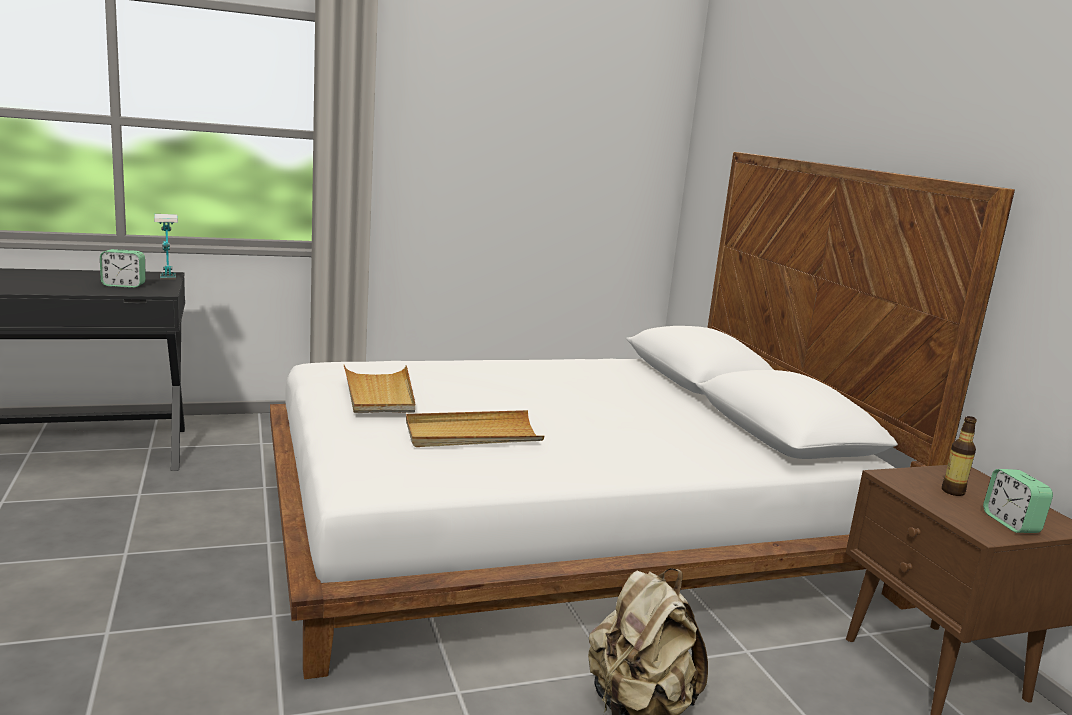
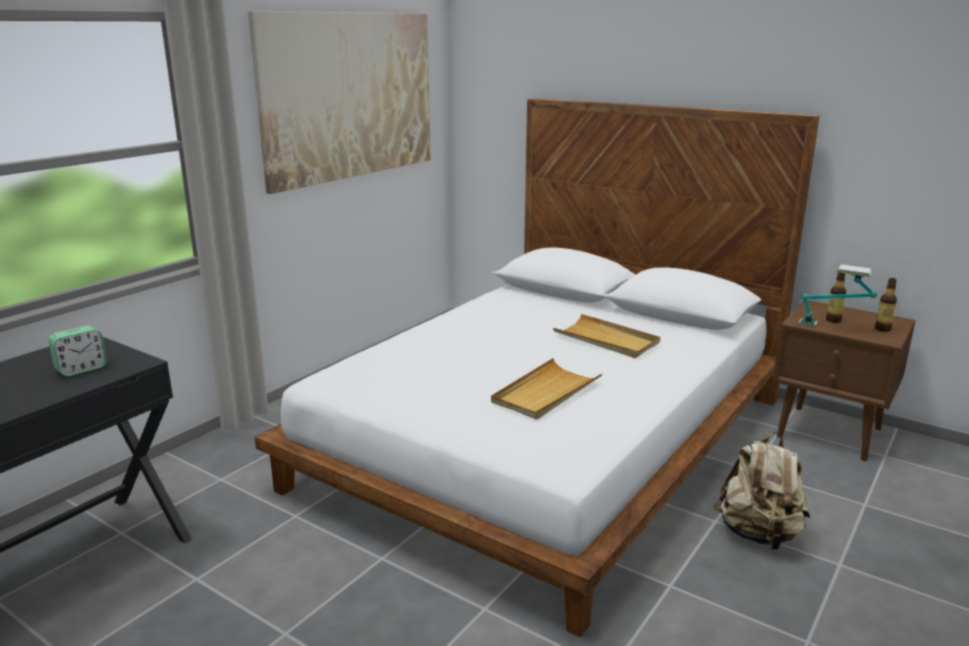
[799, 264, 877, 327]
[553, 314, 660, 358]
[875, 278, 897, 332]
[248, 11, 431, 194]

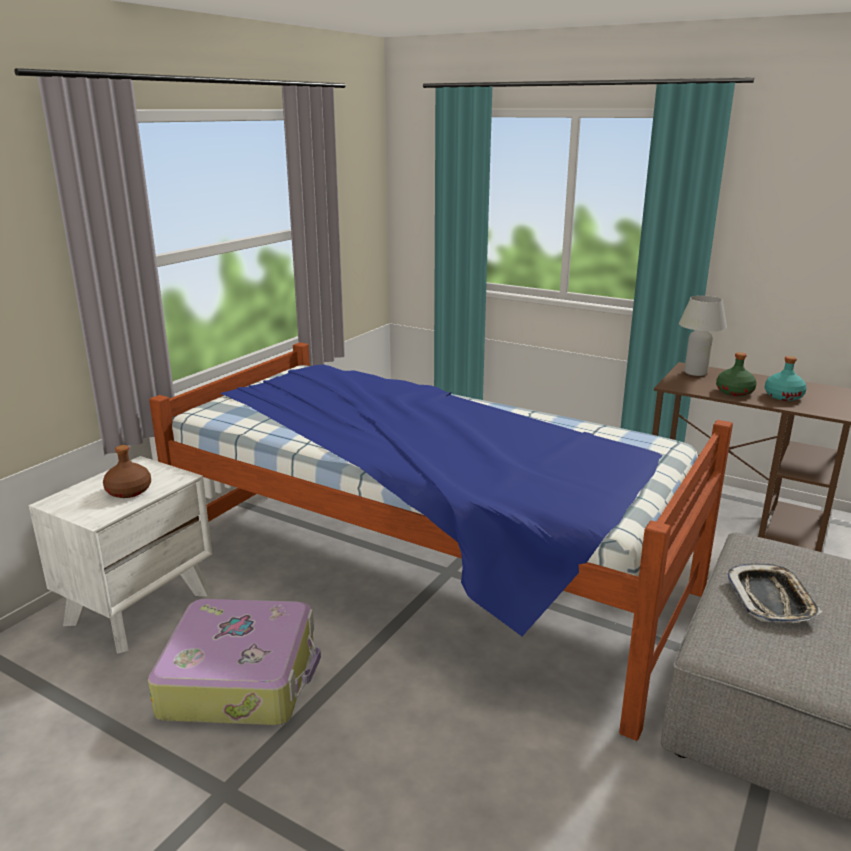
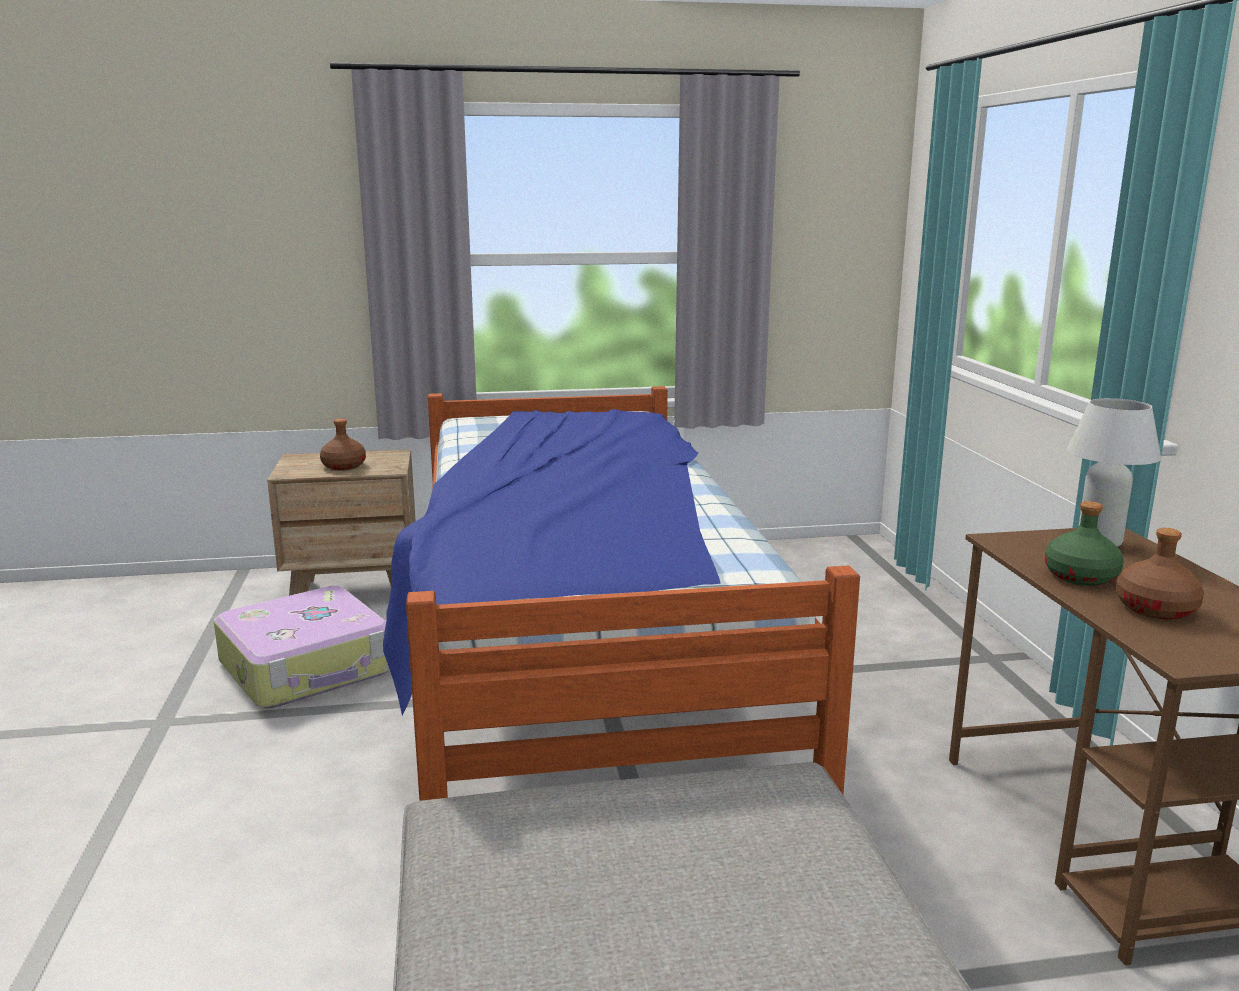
[267, 449, 416, 596]
[726, 563, 822, 623] (first image)
[1116, 528, 1204, 620]

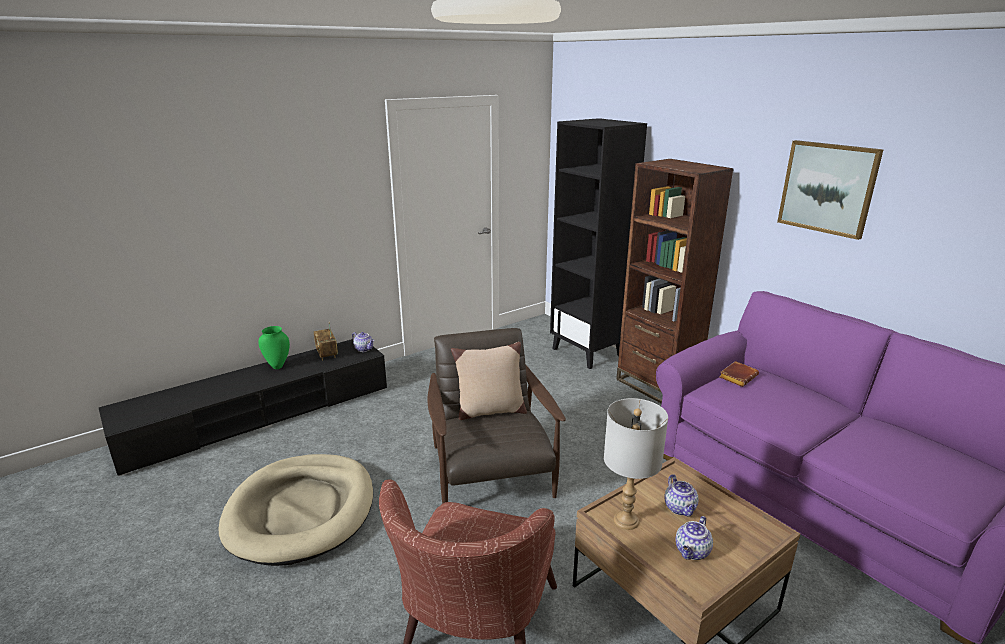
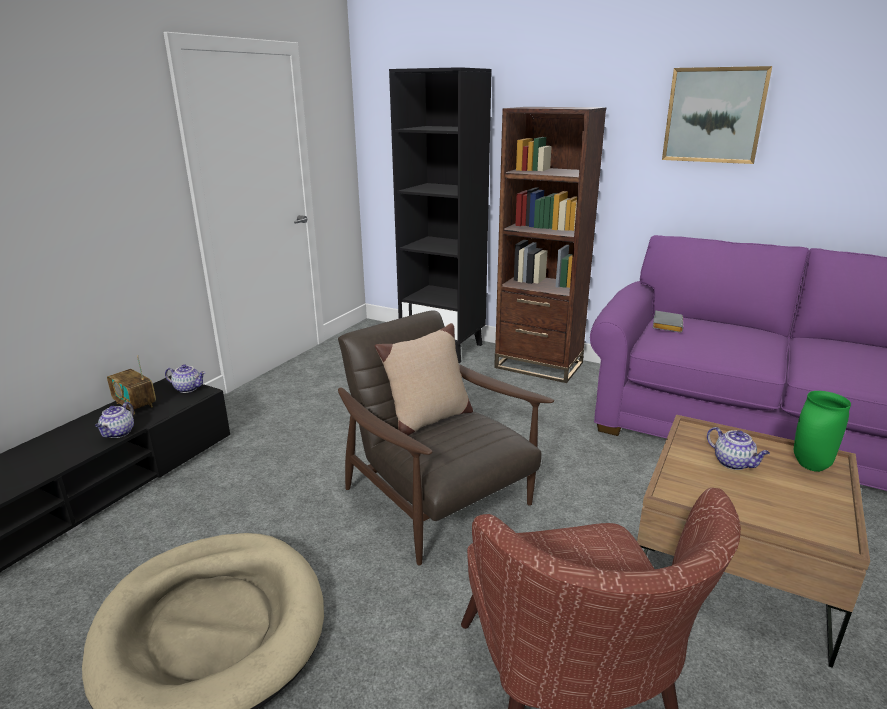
[794, 391, 851, 472]
[604, 398, 668, 530] (first image)
[95, 402, 134, 438]
[653, 310, 683, 333]

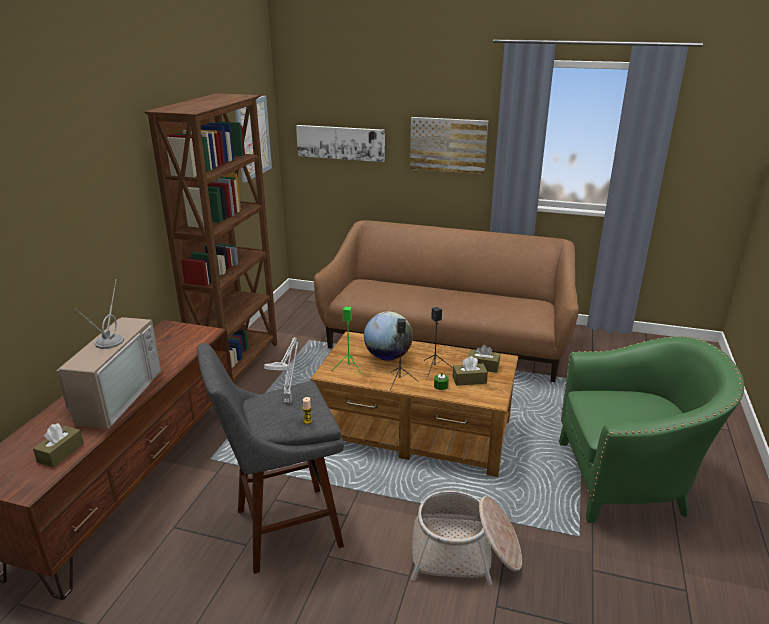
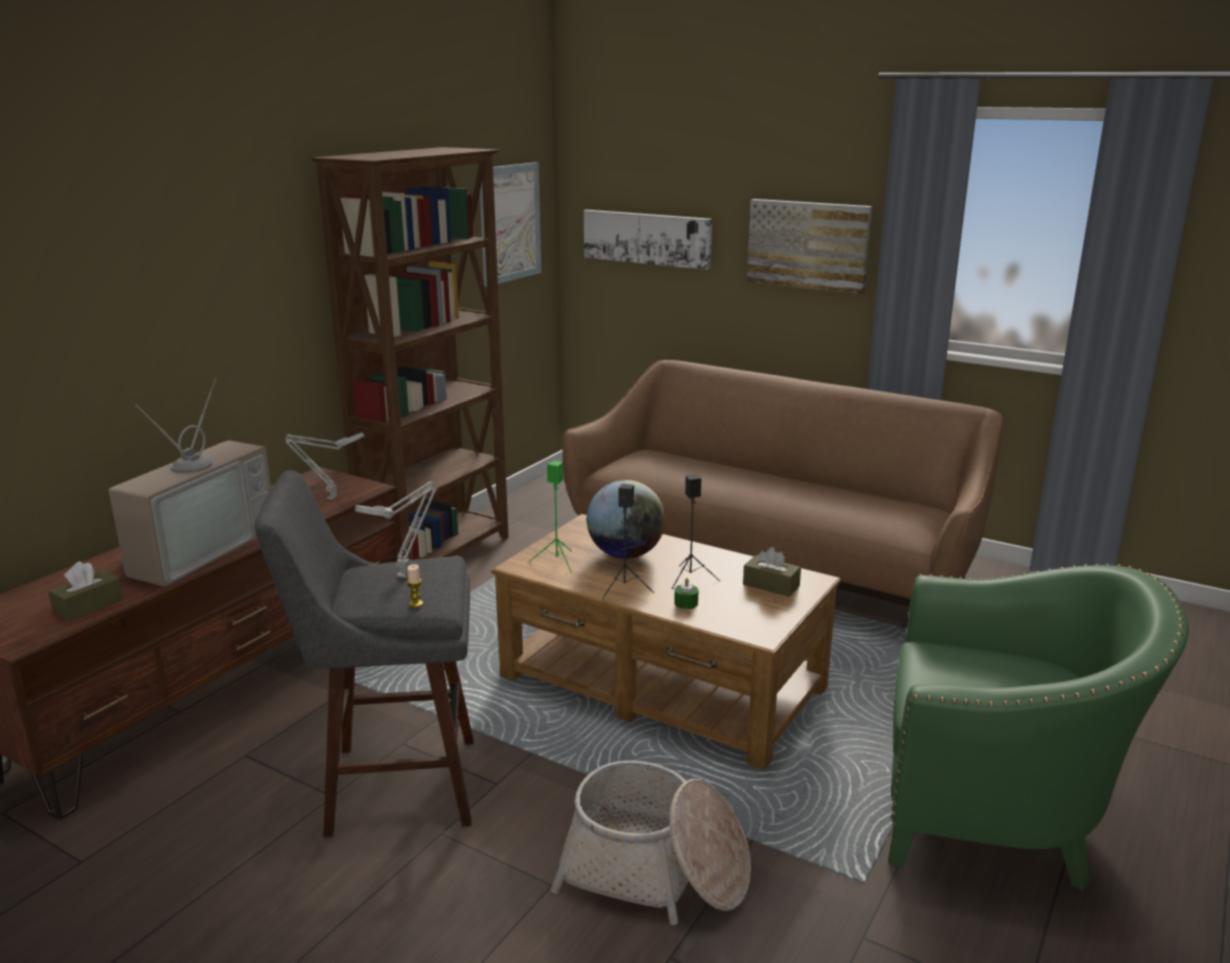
[453, 356, 488, 386] (first image)
[285, 432, 364, 500]

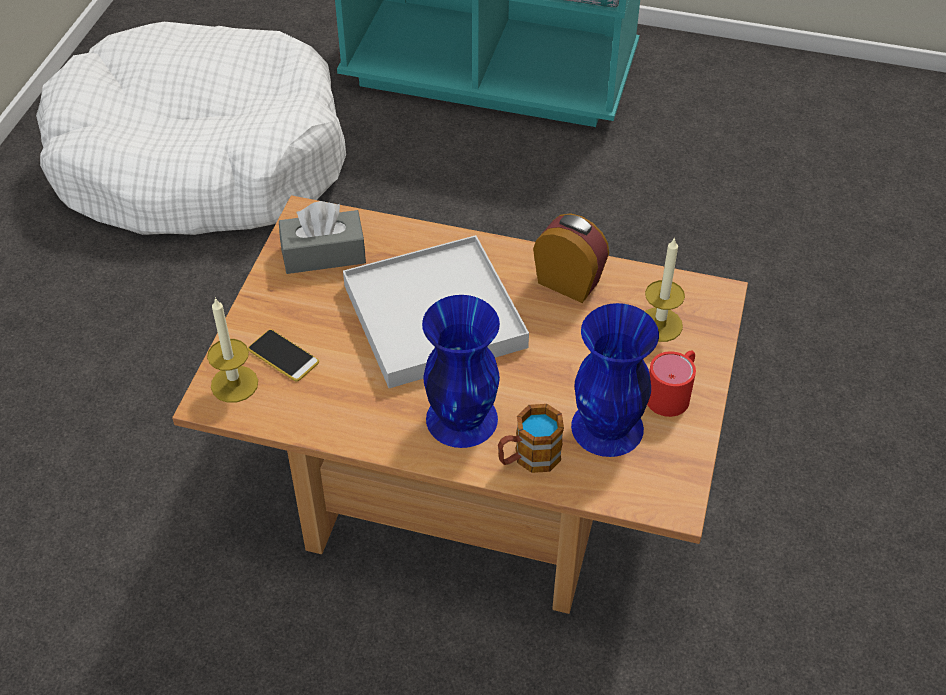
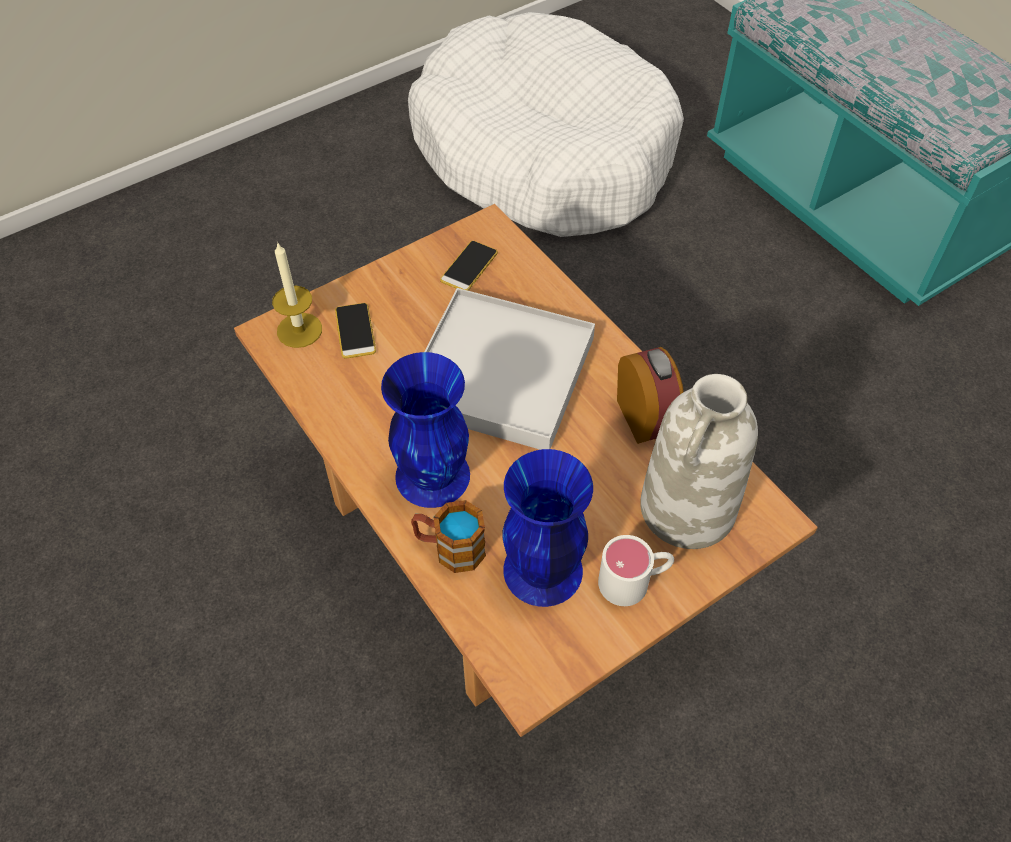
[440, 241, 498, 291]
[640, 374, 758, 549]
[598, 535, 674, 606]

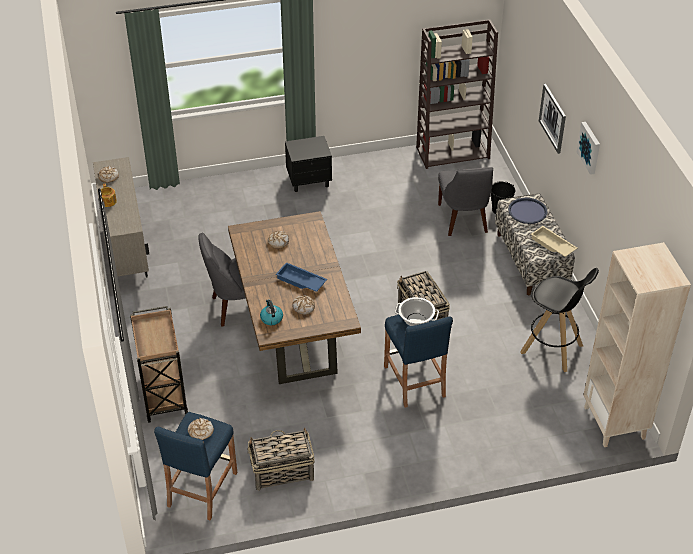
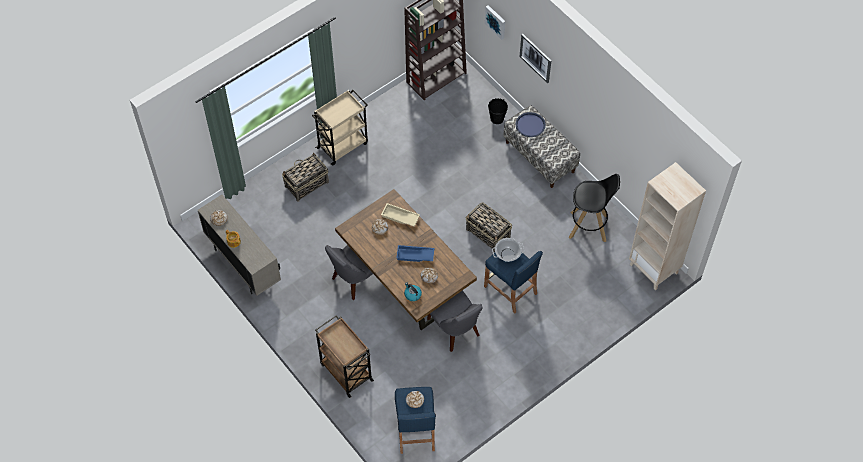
[282, 153, 329, 202]
[312, 90, 368, 166]
[427, 290, 482, 352]
[381, 203, 420, 226]
[485, 5, 505, 40]

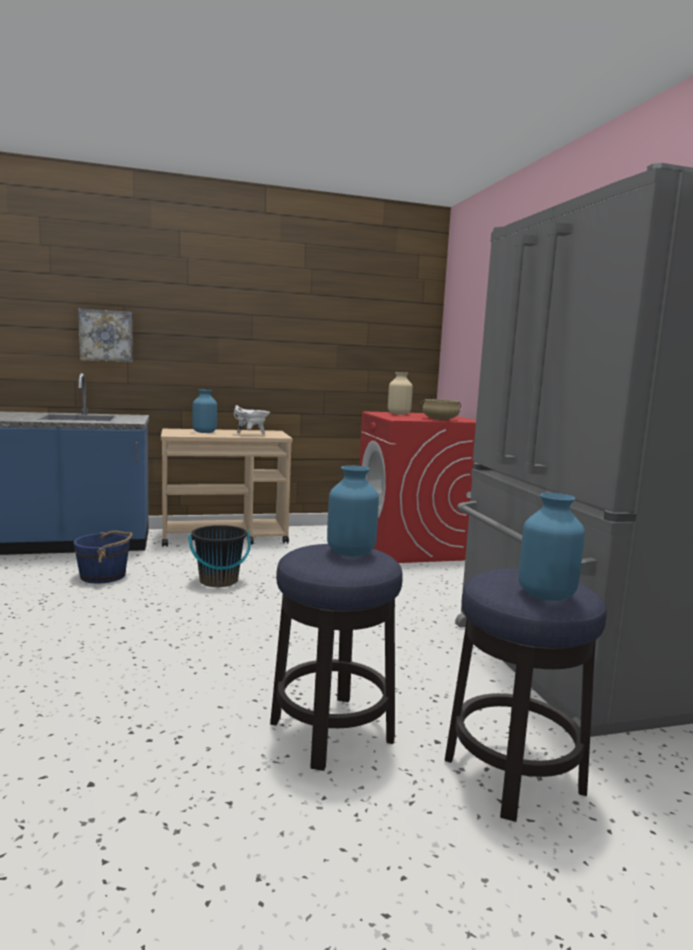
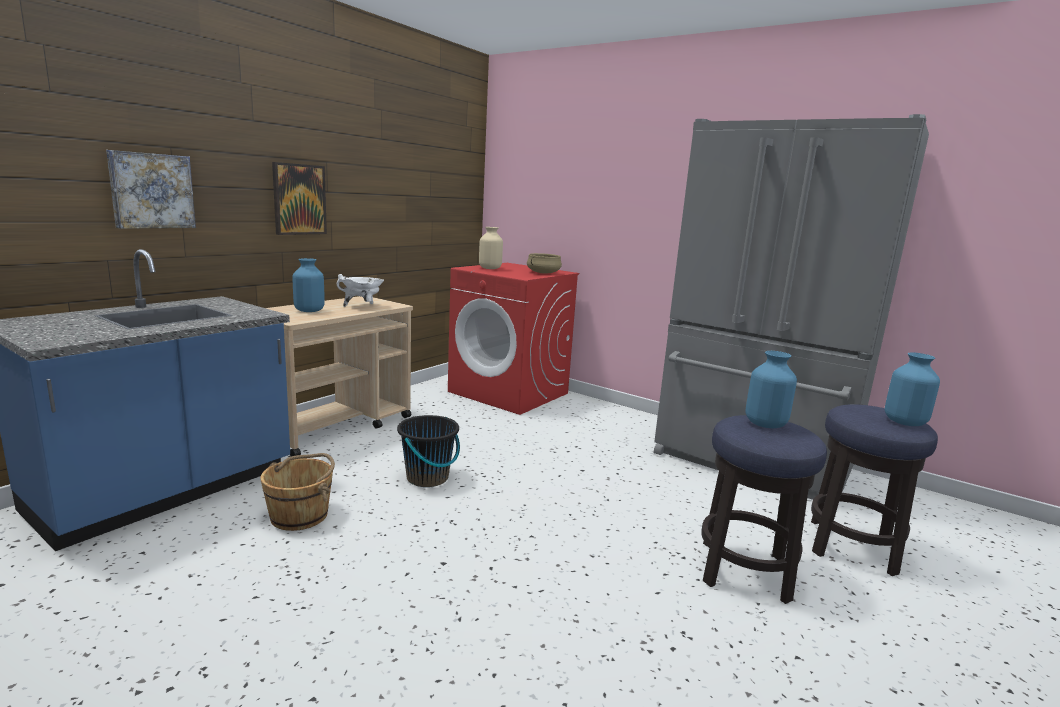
[260, 453, 335, 531]
[272, 162, 327, 235]

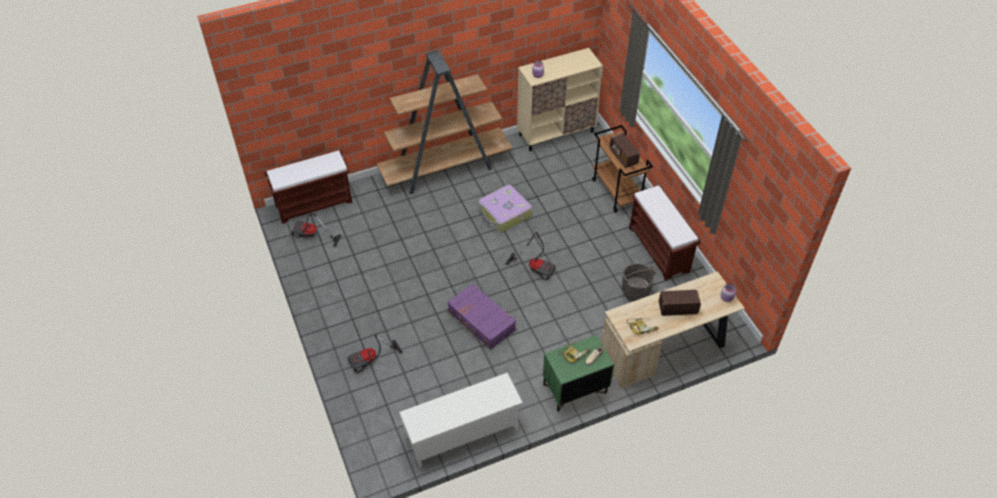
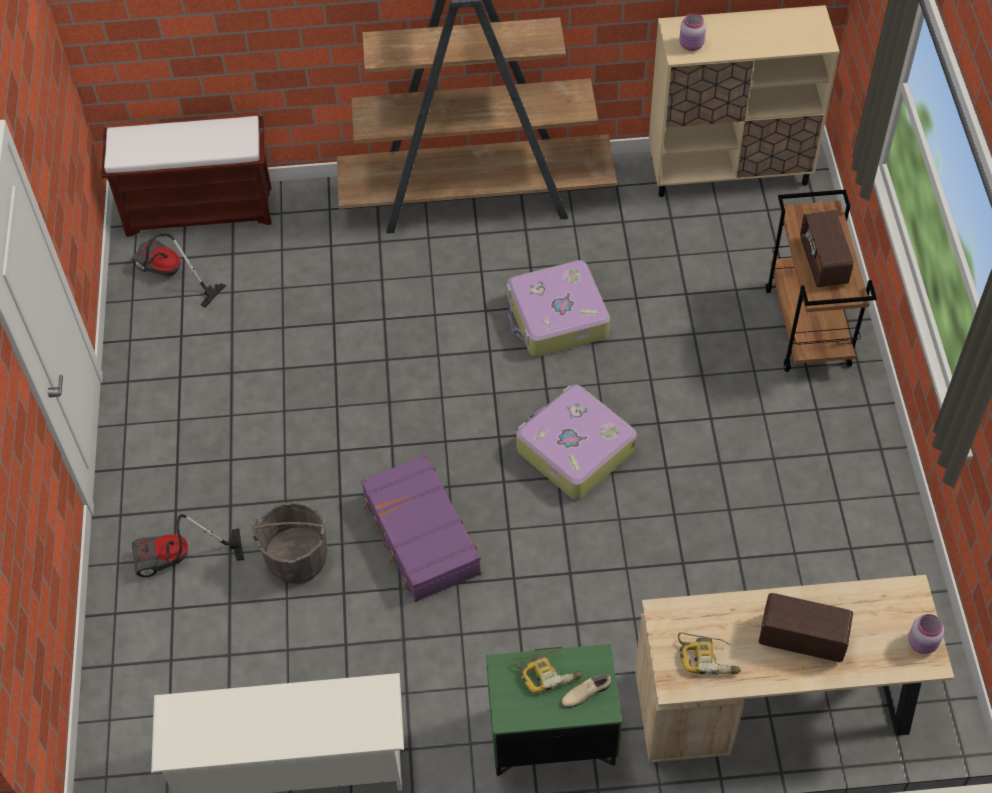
[516, 385, 637, 499]
[251, 501, 328, 584]
[629, 185, 701, 281] (first image)

